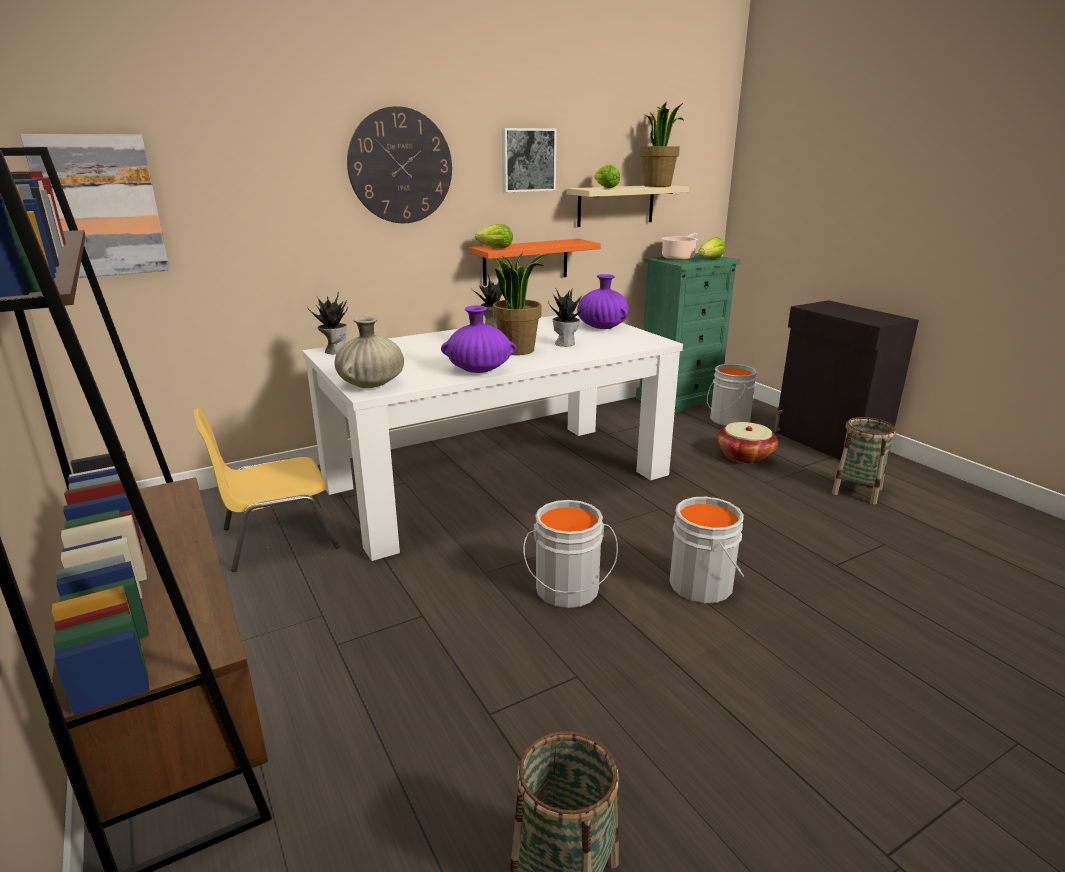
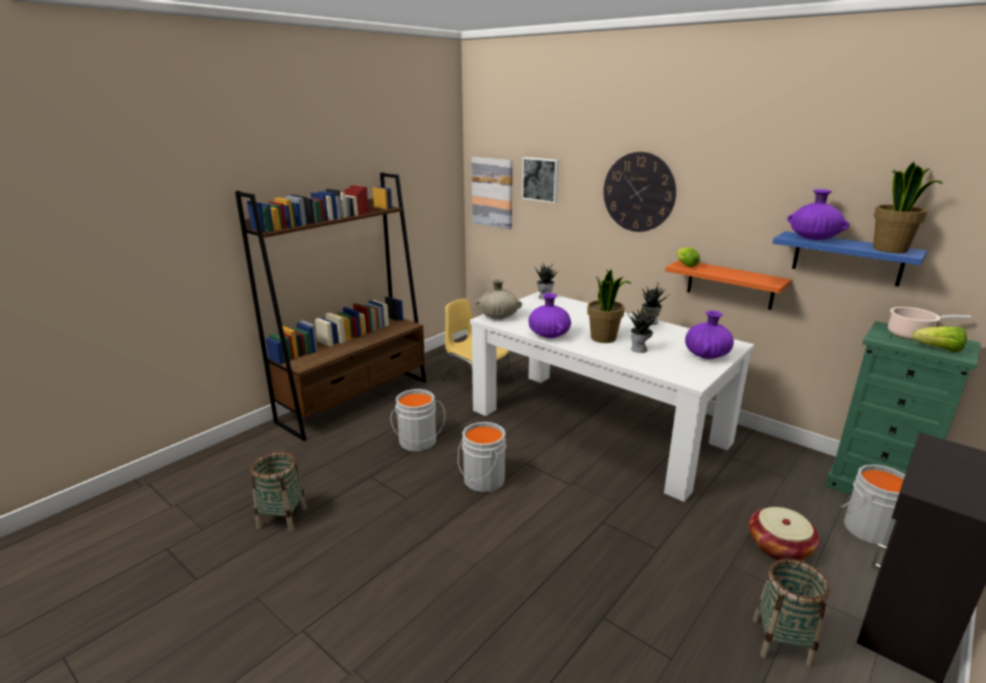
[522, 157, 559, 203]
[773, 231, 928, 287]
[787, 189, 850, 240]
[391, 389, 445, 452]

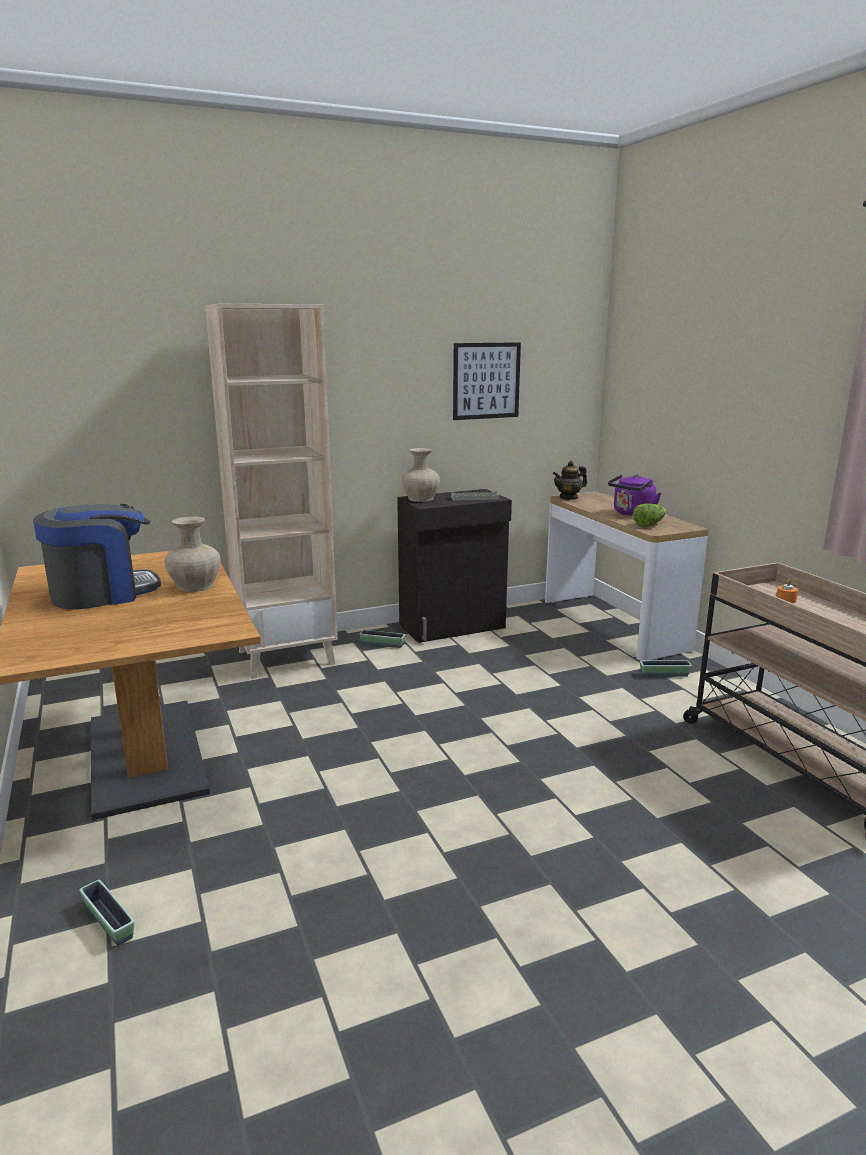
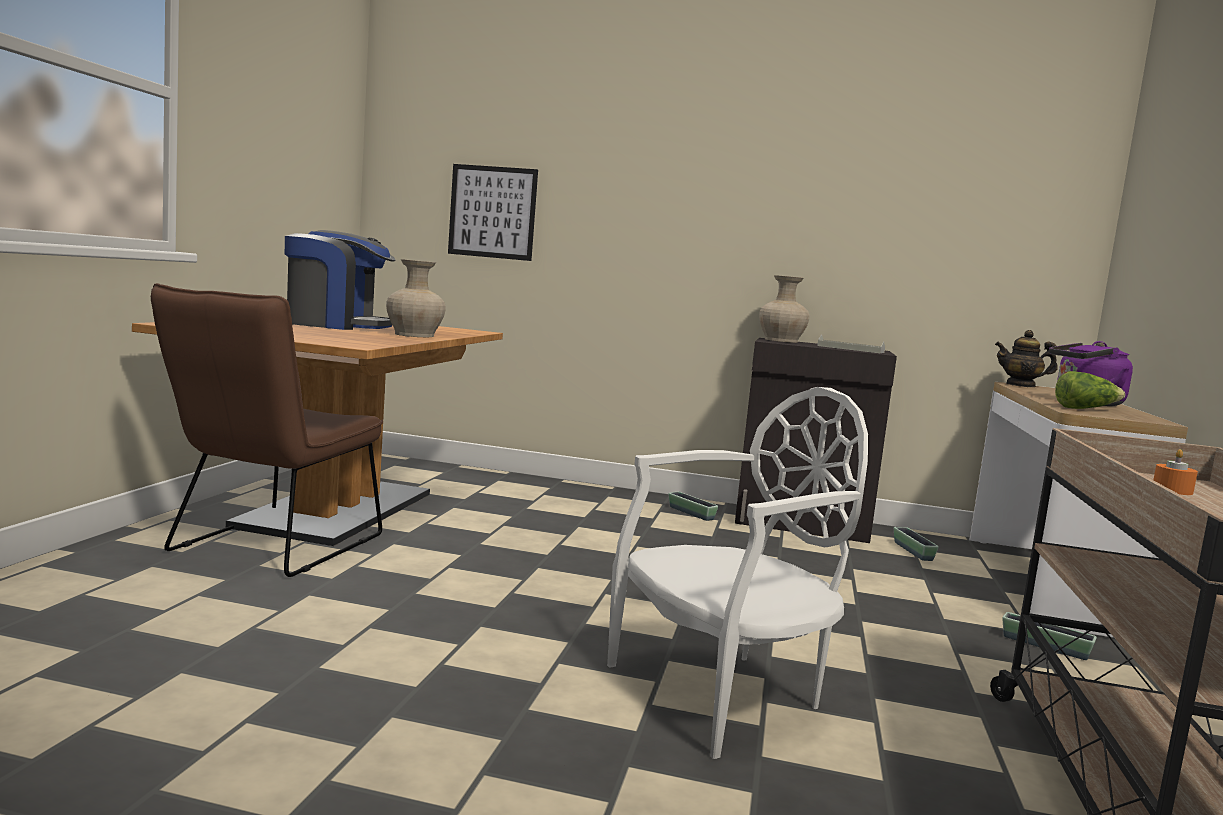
[894, 527, 939, 561]
[205, 304, 338, 679] (first image)
[448, 164, 538, 261]
[151, 283, 383, 577]
[607, 387, 868, 759]

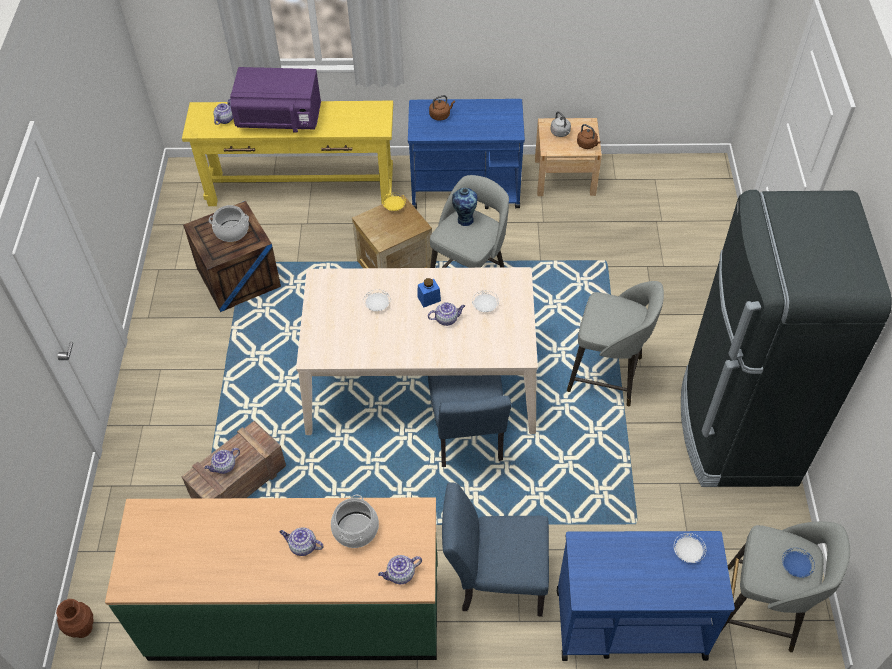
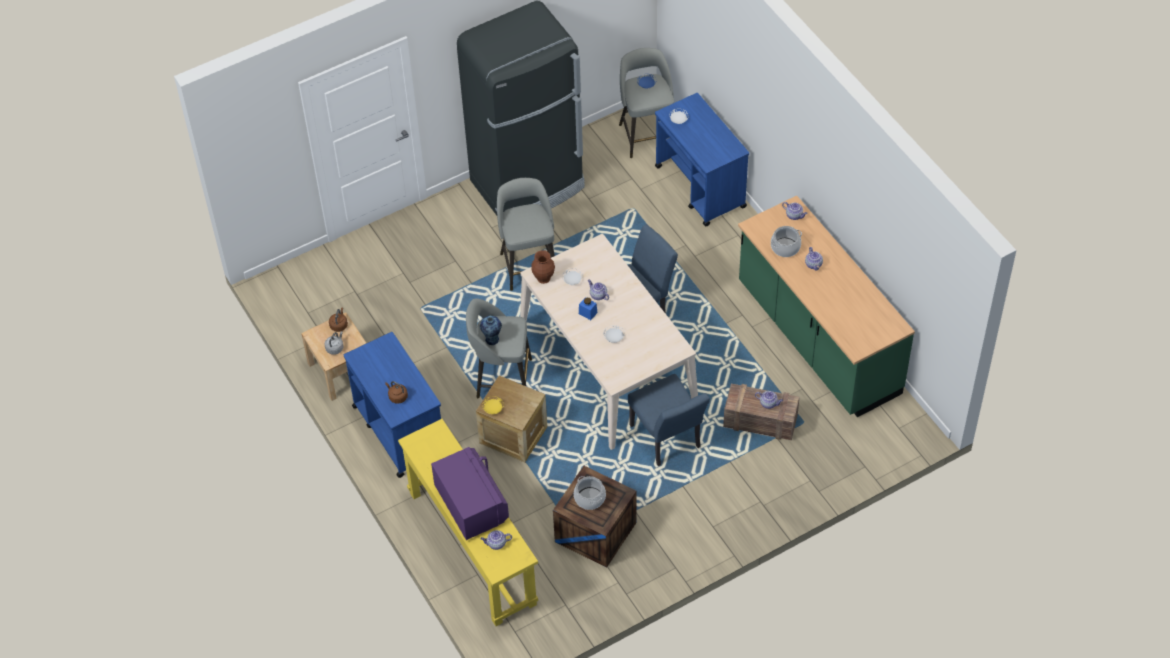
[531, 250, 555, 284]
[628, 374, 710, 466]

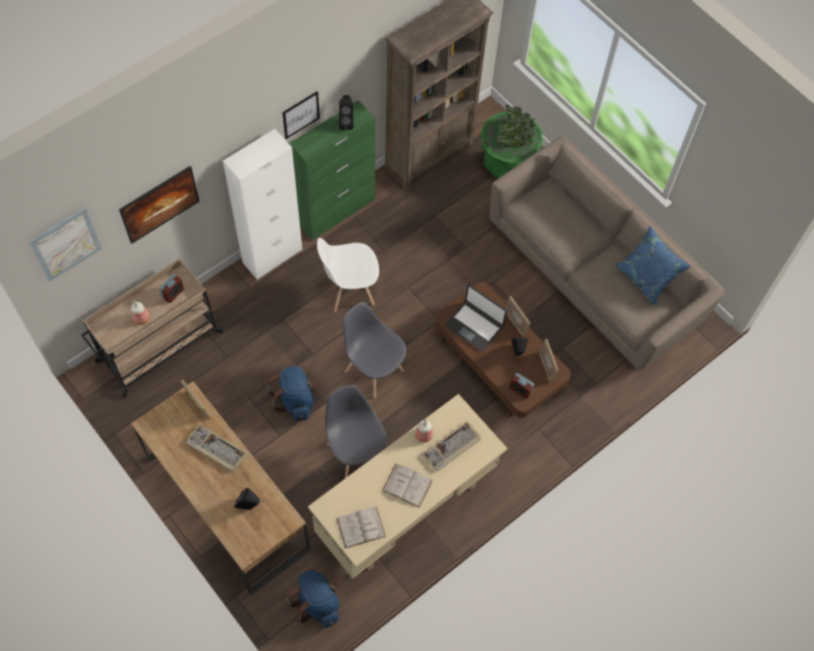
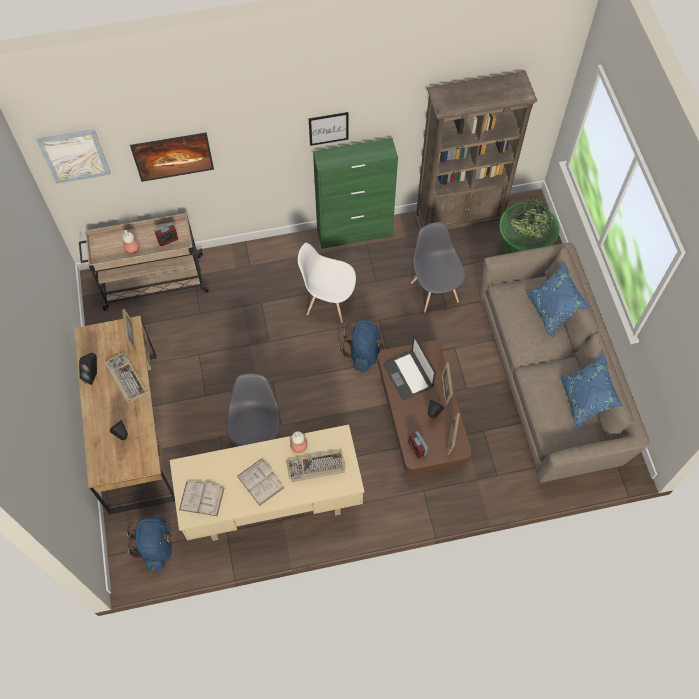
[223, 129, 302, 280] (first image)
[340, 320, 384, 372]
[79, 353, 97, 385]
[411, 222, 465, 313]
[527, 261, 591, 337]

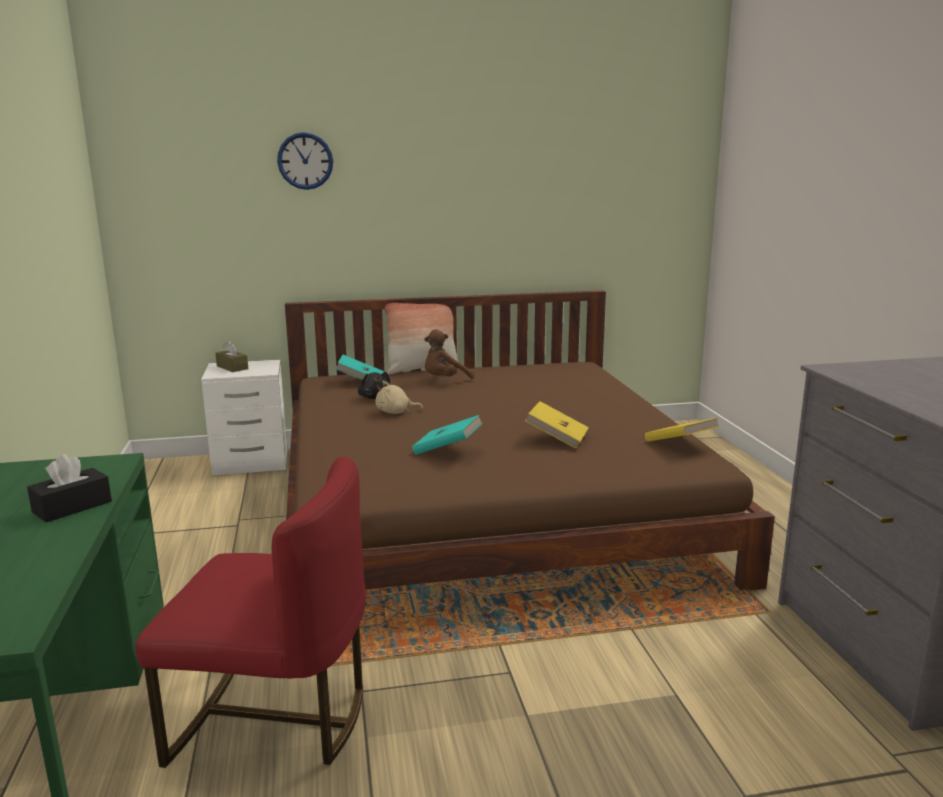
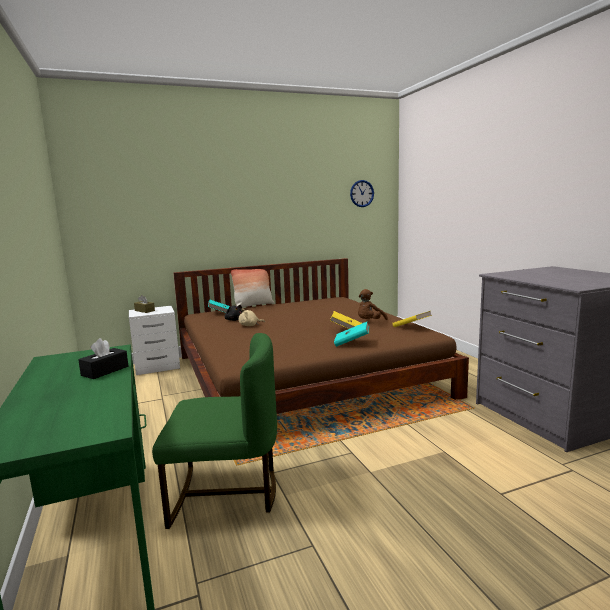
[152, 333, 277, 529]
[350, 180, 374, 207]
[334, 322, 369, 347]
[358, 289, 388, 320]

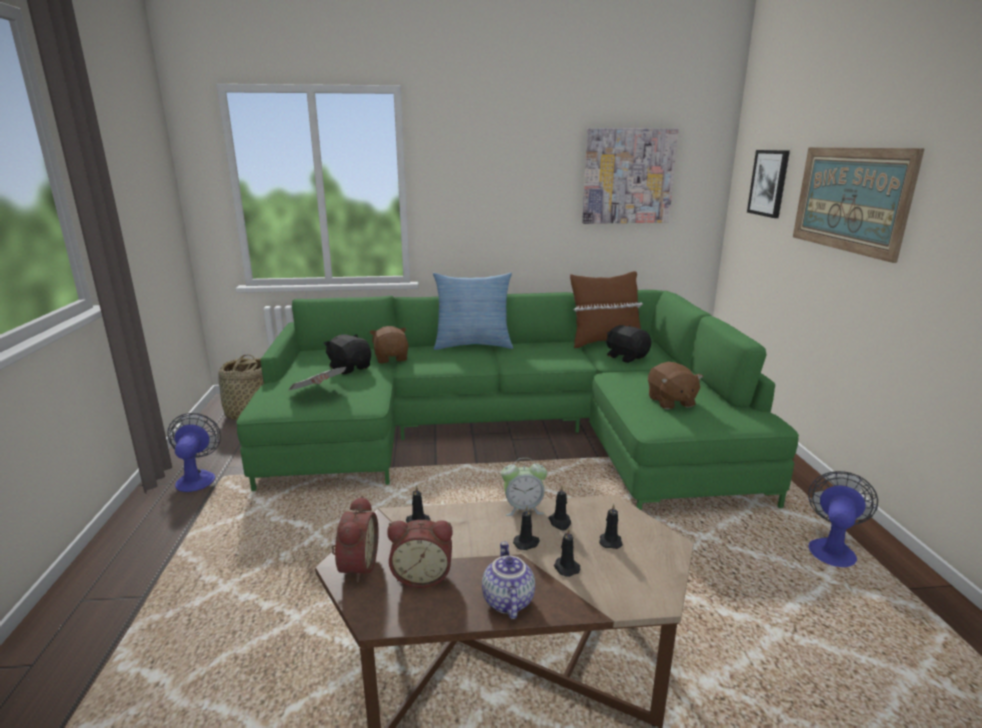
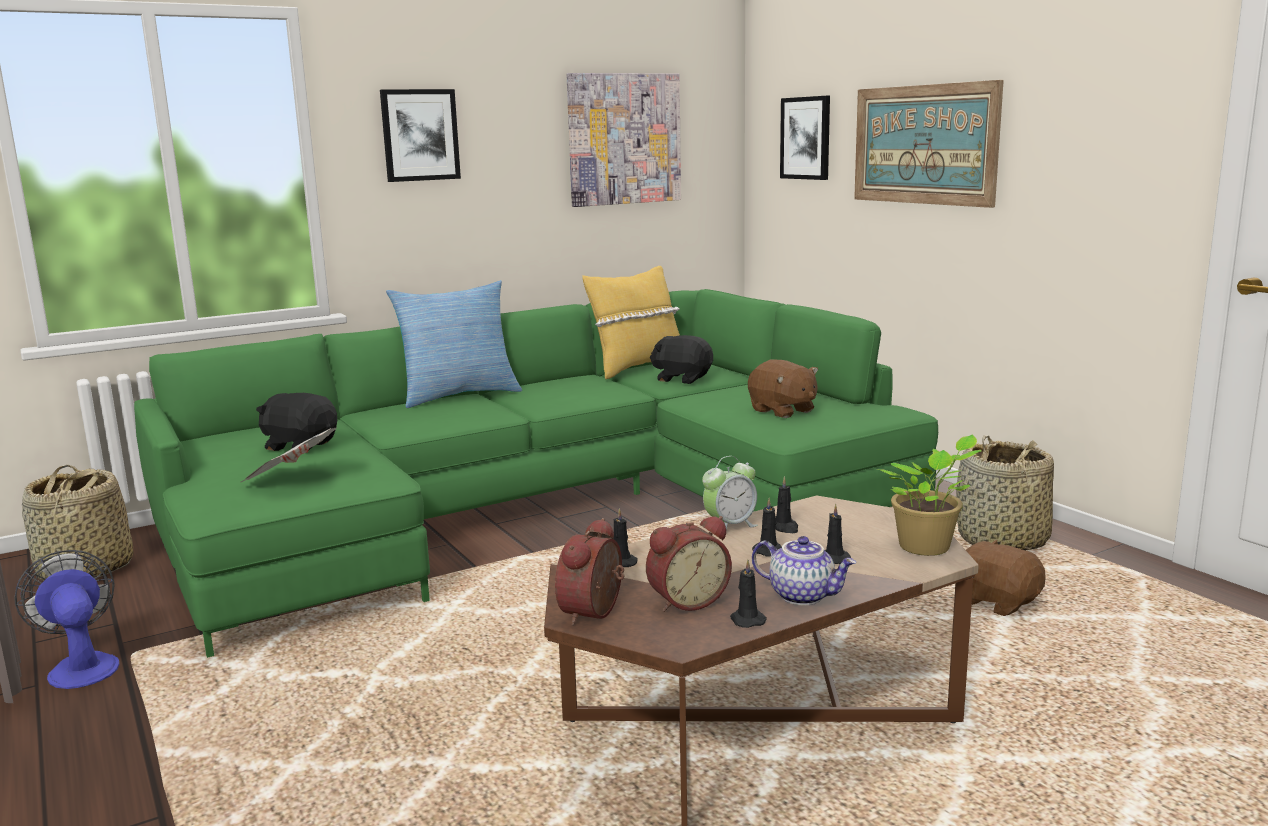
[555, 518, 625, 626]
[966, 540, 1046, 616]
[752, 536, 856, 605]
[582, 266, 680, 379]
[730, 559, 767, 628]
[956, 435, 1054, 550]
[380, 89, 461, 182]
[878, 435, 982, 556]

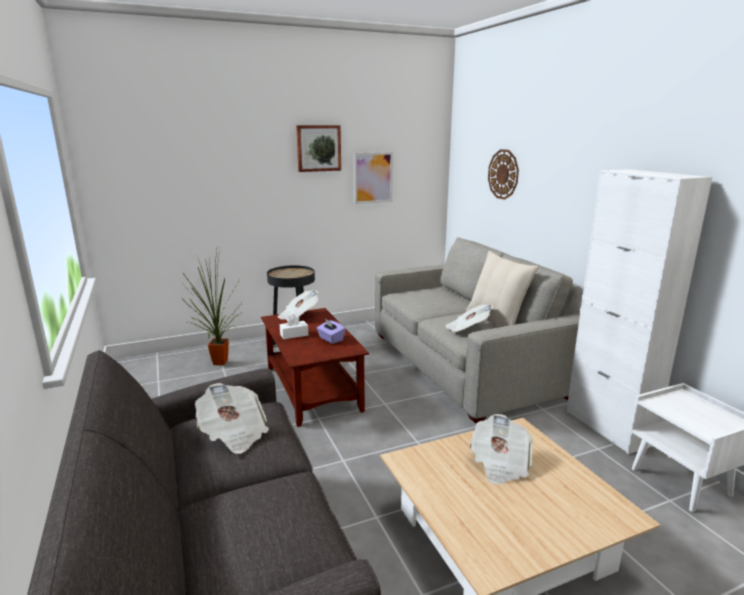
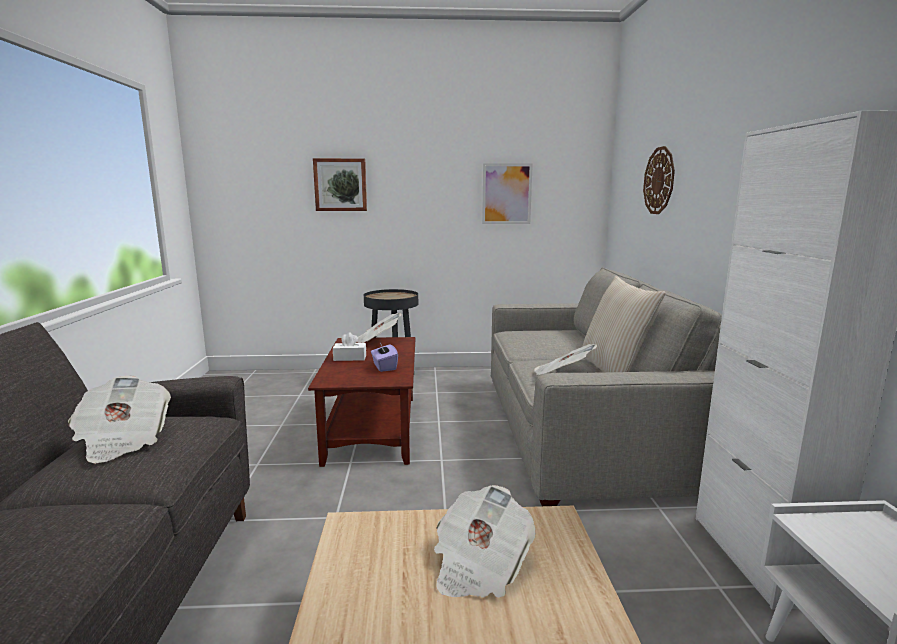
[182, 250, 243, 365] (first image)
[313, 158, 367, 211]

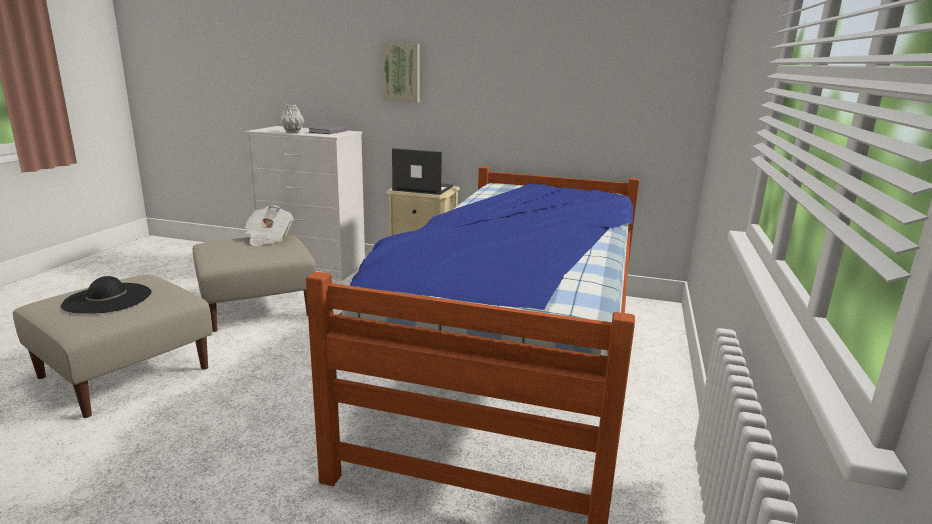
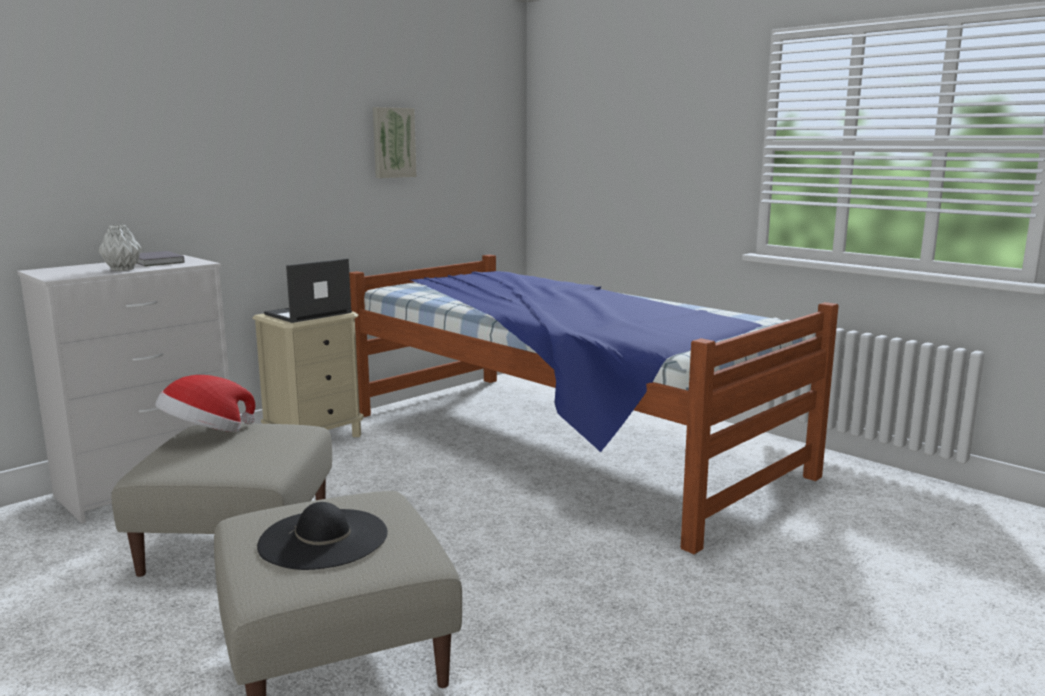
[155, 375, 255, 432]
[373, 107, 417, 178]

